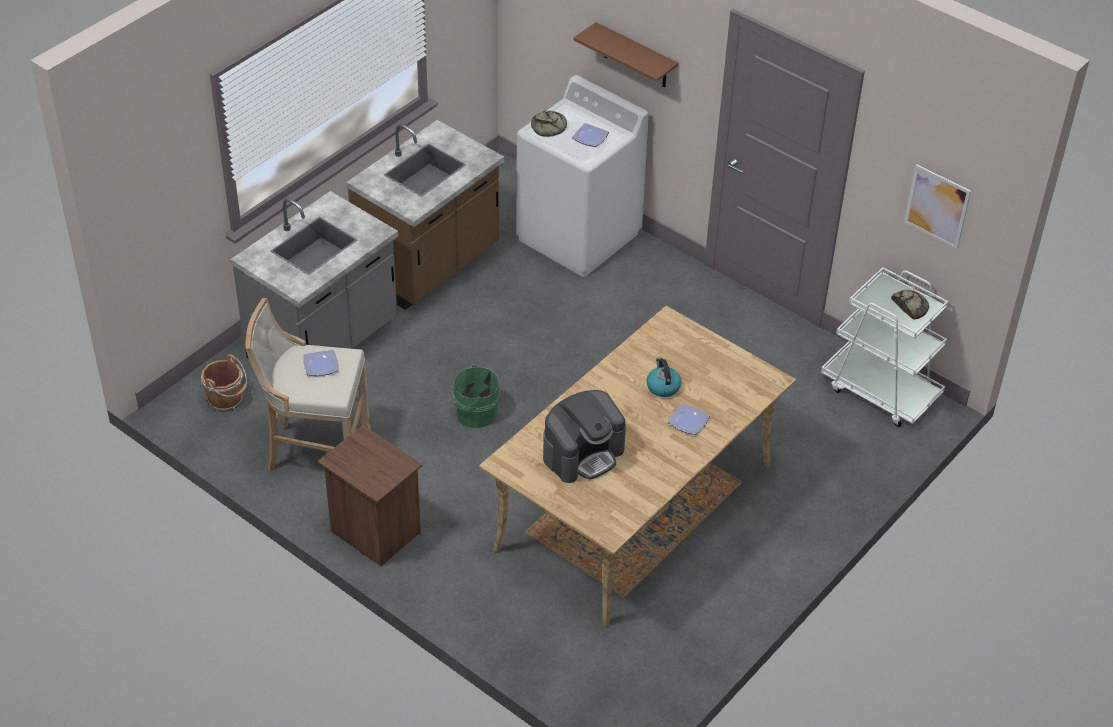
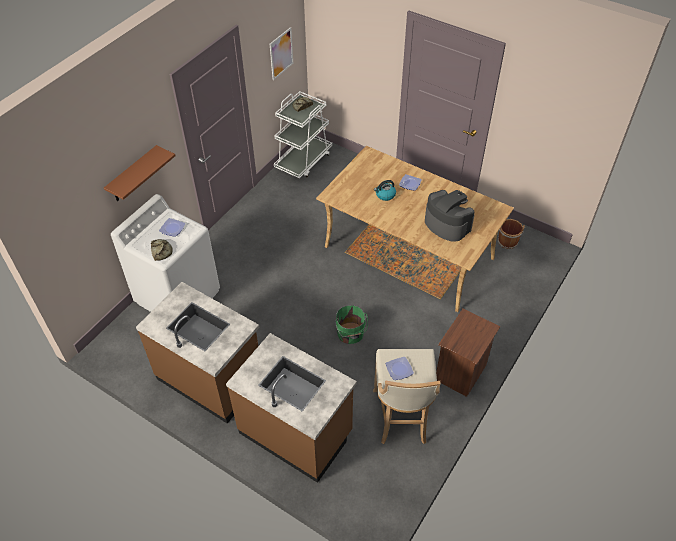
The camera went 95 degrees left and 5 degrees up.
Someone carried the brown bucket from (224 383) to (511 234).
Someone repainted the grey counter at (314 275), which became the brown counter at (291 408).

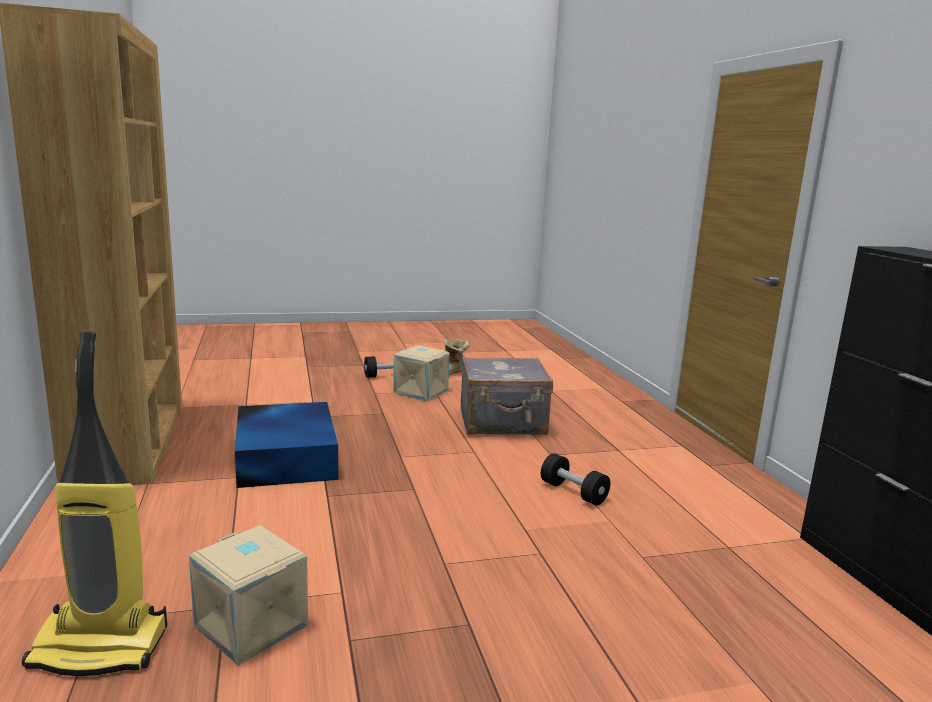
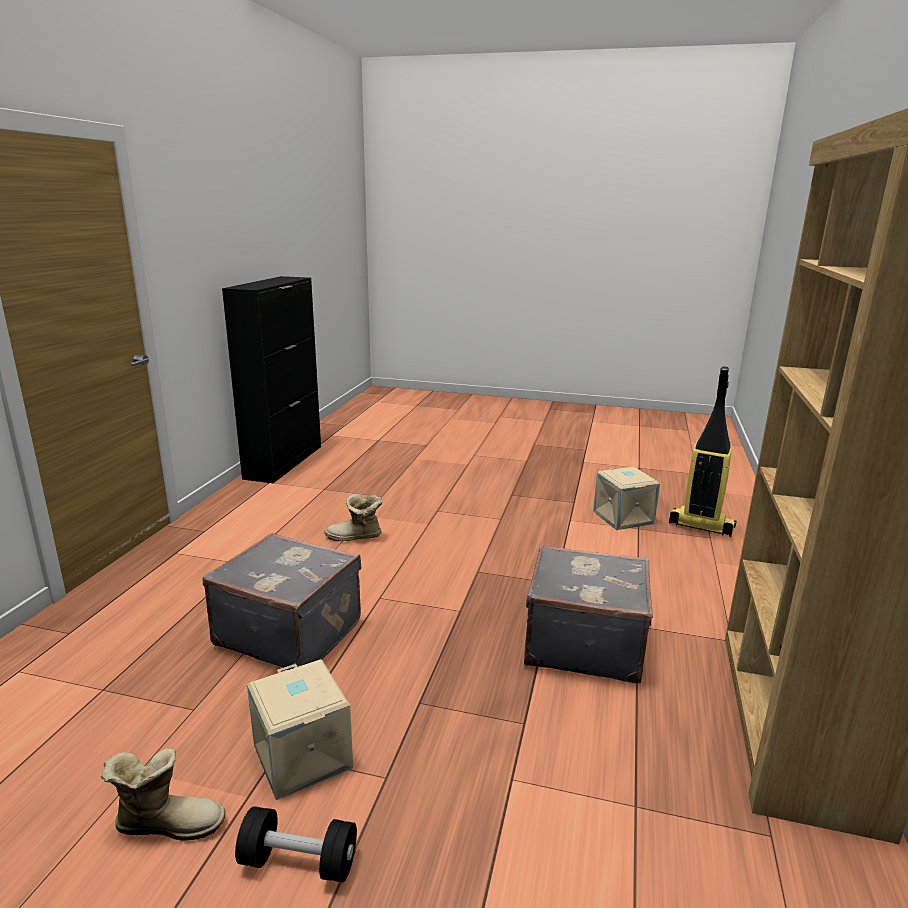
The camera went 150 degrees left and 5 degrees up.
Someone swapped the blue storage box at (286 445) for the grey suitcase at (588 614).
Someone swapped the black dumbbell at (575 479) for the boot at (353 517).

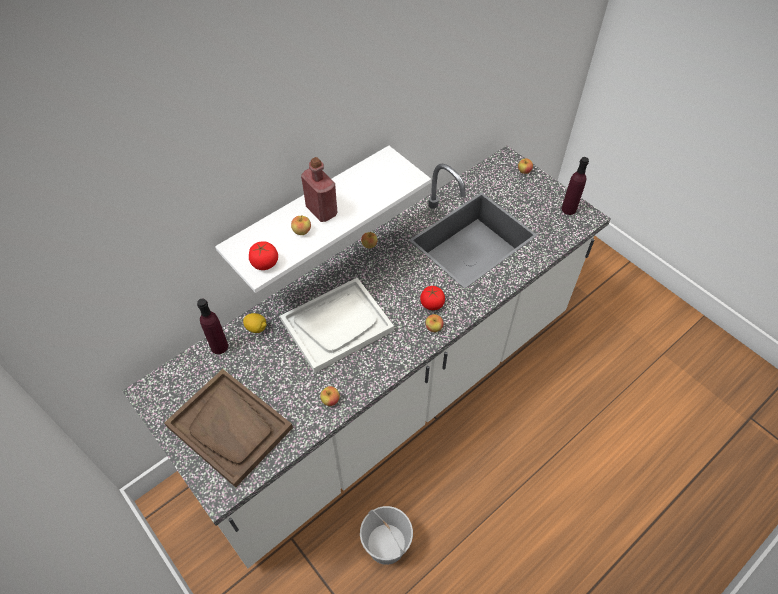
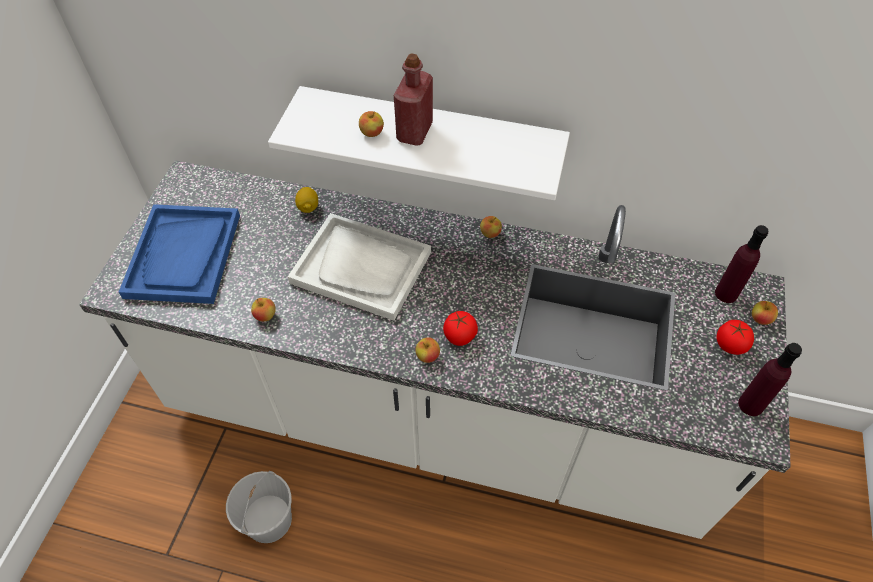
The camera went 55 degrees right and 0 degrees up.
Someone carried the purple bottle from (212 326) to (741 264).
Someone carried the tomato from (263 256) to (735 337).
Someone repainted the brown tray at (228 428), which became the blue tray at (179 254).

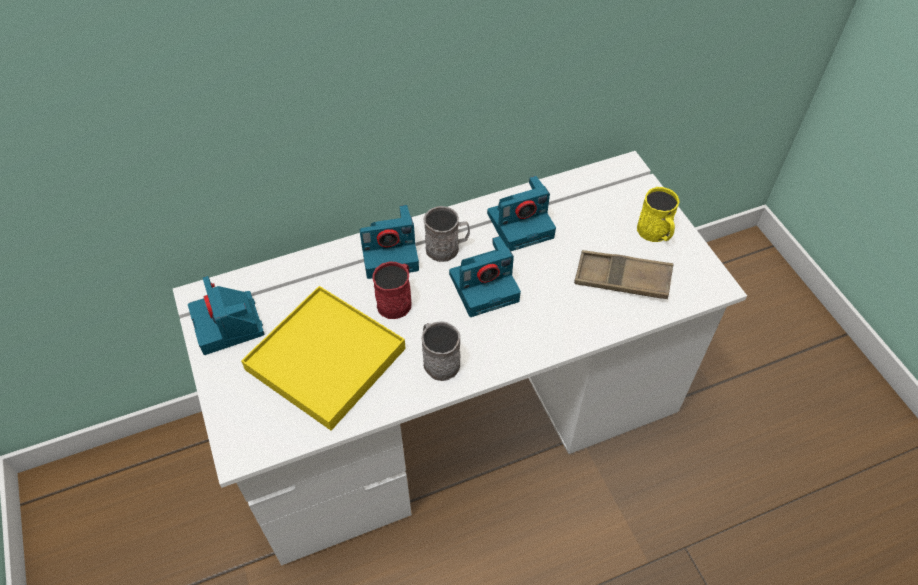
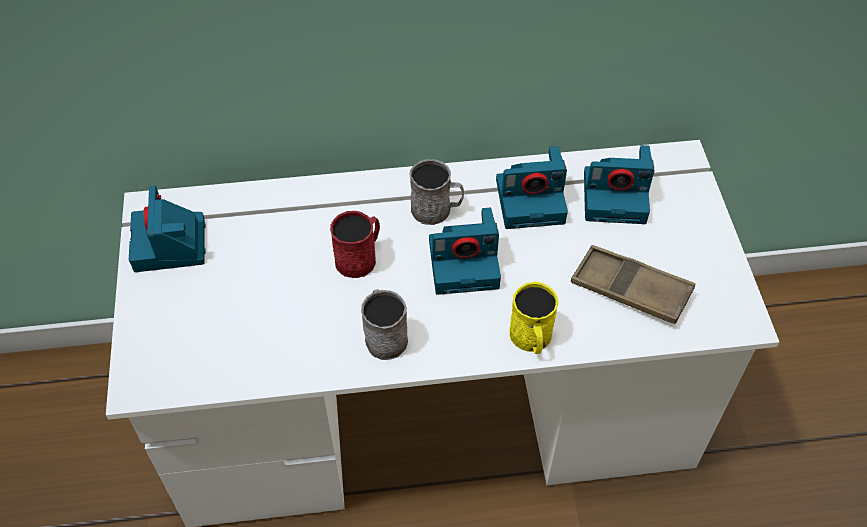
The camera went 15 degrees right and 0 degrees up.
Someone took away the yellow tray at (323 358).
Someone carried the photo camera from (389 242) to (619 184).
Someone carried the yellow mug from (658 214) to (533 318).

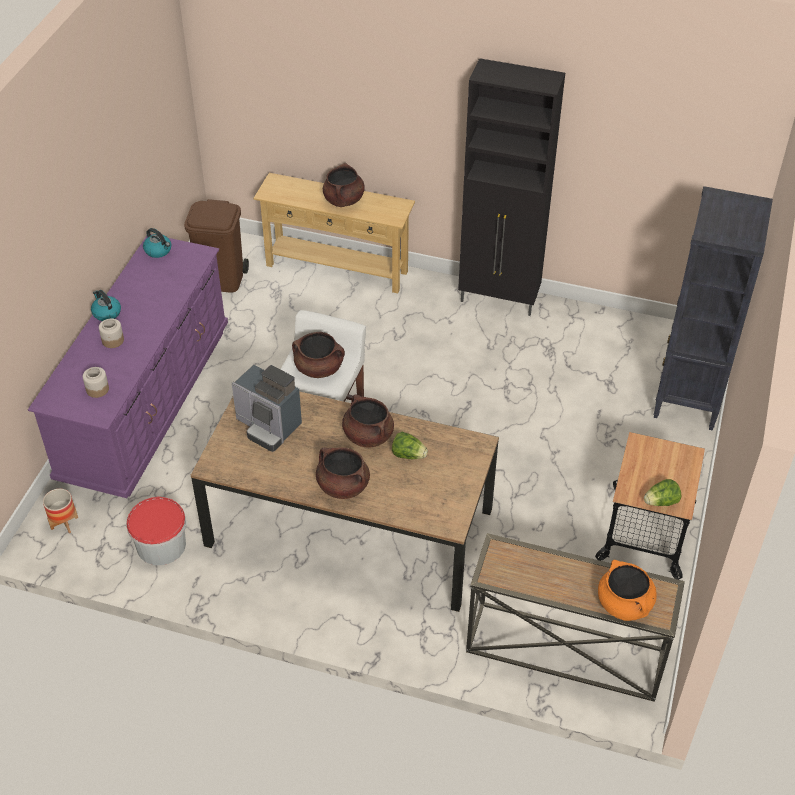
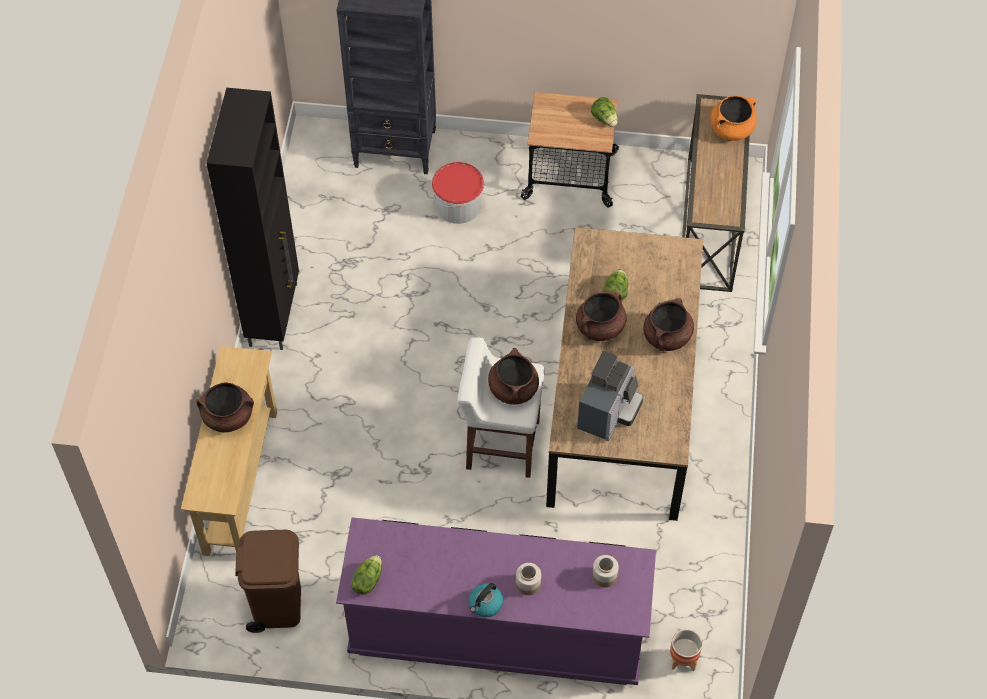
The camera went 100 degrees left and 10 degrees up.
Someone carried the bucket from (156 531) to (458 193).
Someone swapped the kettle at (157 243) for the lettuce at (366 575).

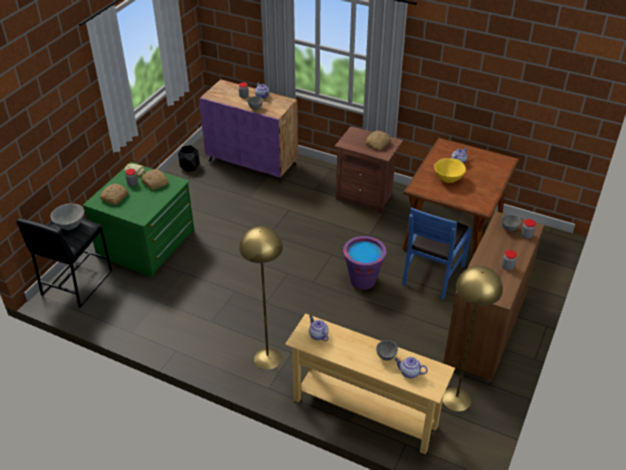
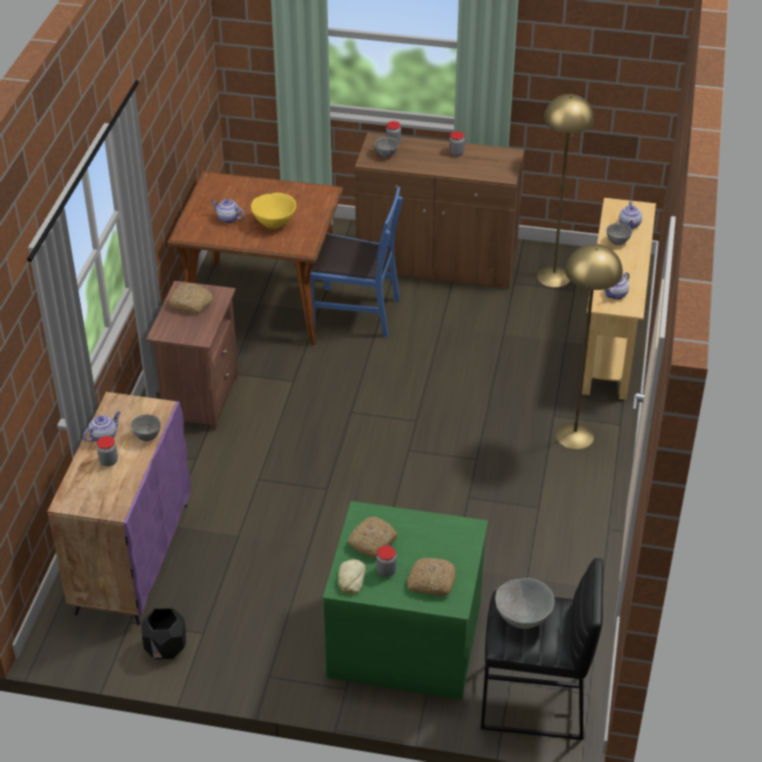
The camera went 105 degrees left and 0 degrees up.
Someone took away the purple bucket at (364 263).

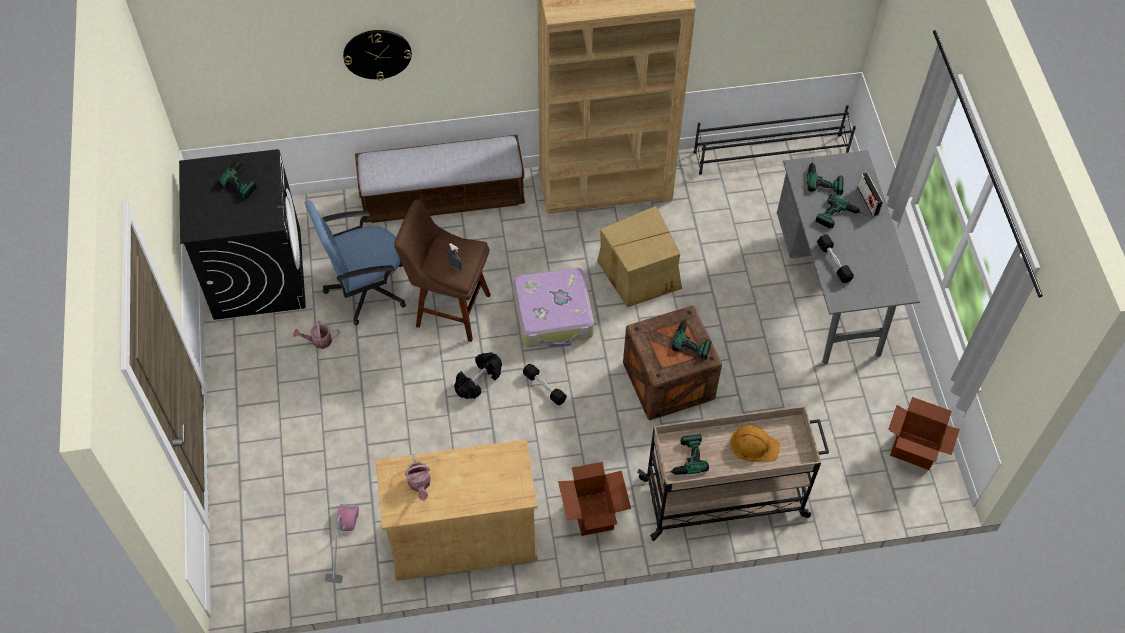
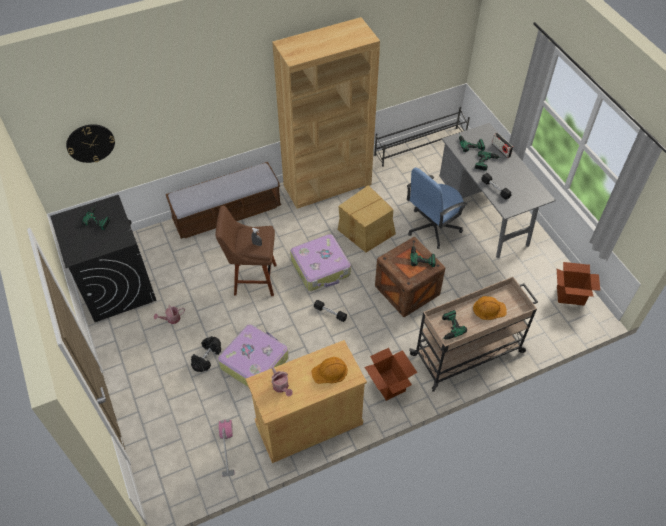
The camera went 15 degrees left and 5 degrees down.
Someone put down the suitcase at (253 355).
Someone put down the orange hard hat at (329 370).
Someone carried the blue office chair from (355 262) to (437 208).
Someone carried the wall clock from (377 55) to (90 143).
Someone carried the black dumbbell from (478 375) to (206 354).

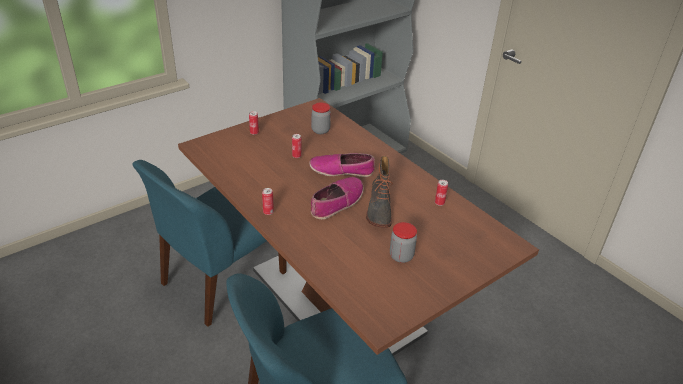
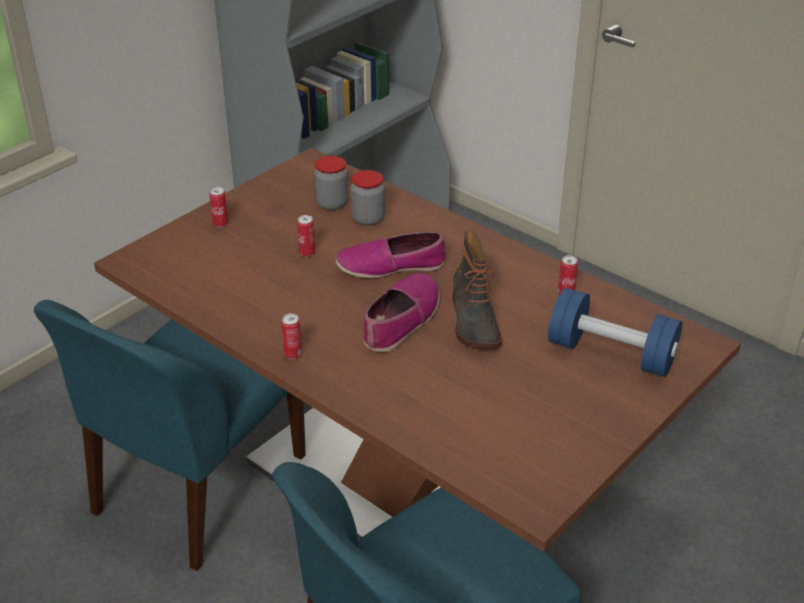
The camera went 10 degrees left and 0 degrees up.
Someone put down the blue dumbbell at (615 332).
Someone carried the jar from (403 242) to (368 198).

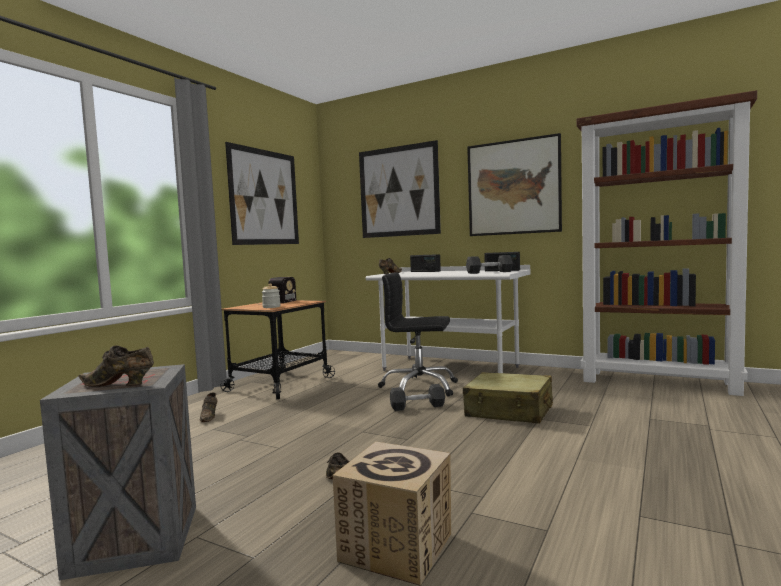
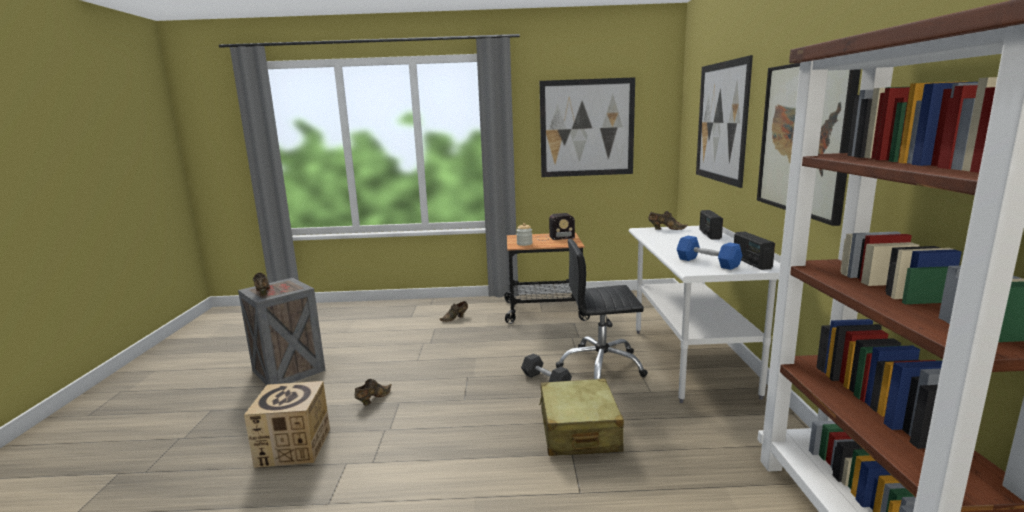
The camera went 60 degrees right and 10 degrees up.
Someone repainted the grey dumbbell at (489 264), which became the blue dumbbell at (709 253).
Someone rotated the black office chair at (418 334) by 75 degrees counterclockwise.

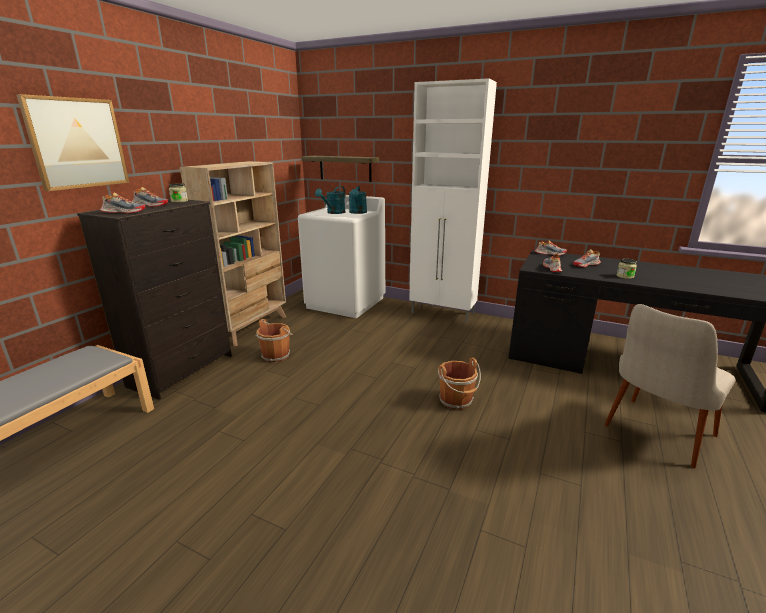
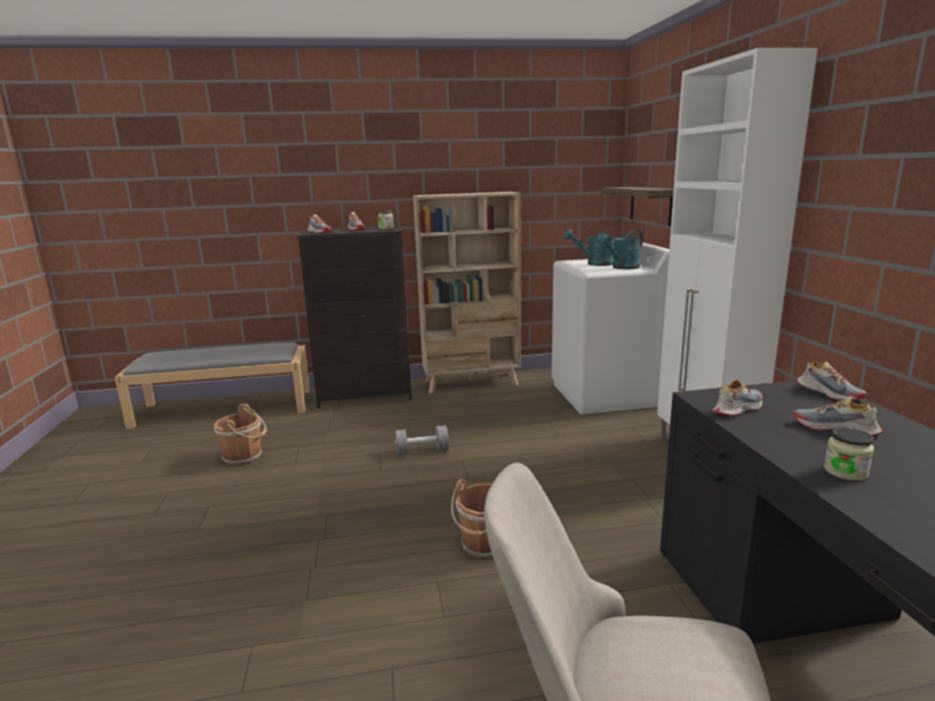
The camera went 55 degrees right and 5 degrees down.
Someone took away the picture at (72 142).
Someone put down the grey dumbbell at (422 440).
Someone carried the brown bucket from (274 340) to (240 435).

